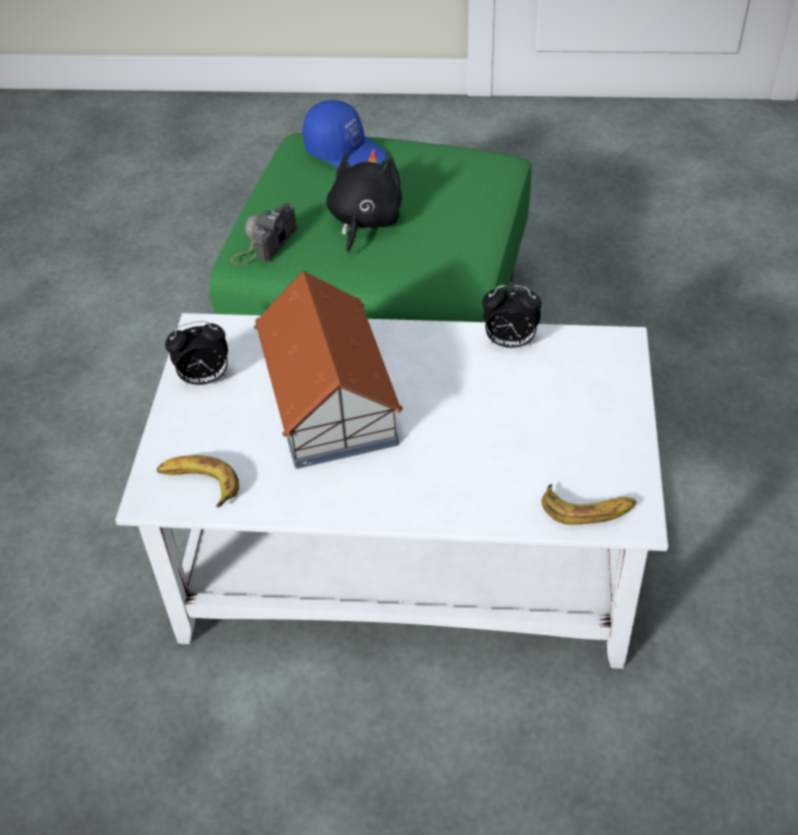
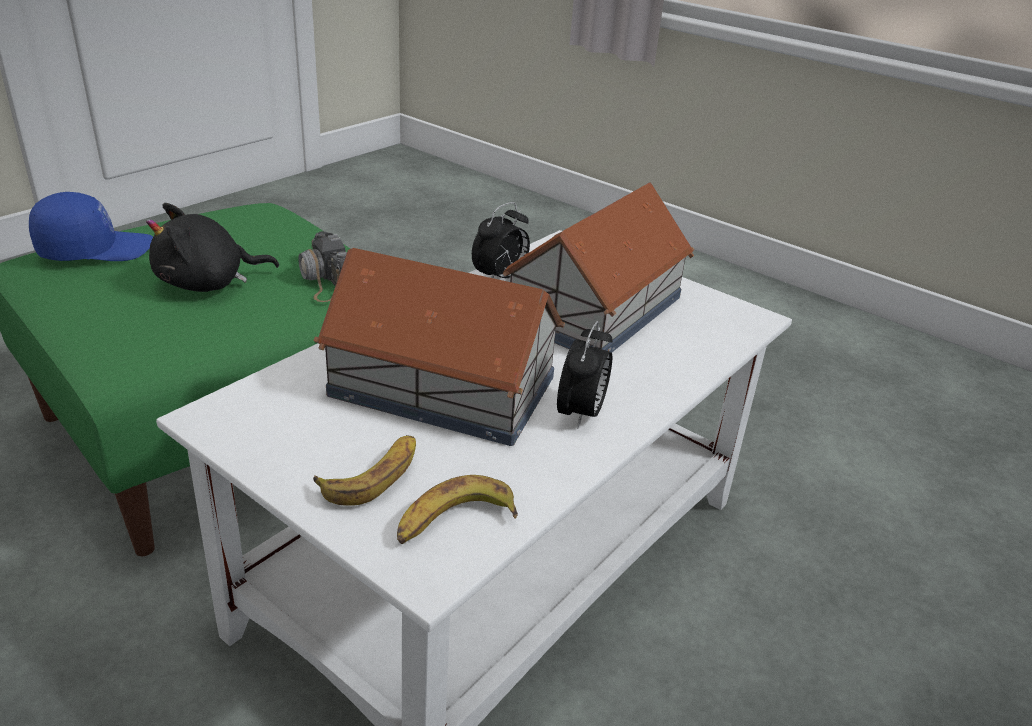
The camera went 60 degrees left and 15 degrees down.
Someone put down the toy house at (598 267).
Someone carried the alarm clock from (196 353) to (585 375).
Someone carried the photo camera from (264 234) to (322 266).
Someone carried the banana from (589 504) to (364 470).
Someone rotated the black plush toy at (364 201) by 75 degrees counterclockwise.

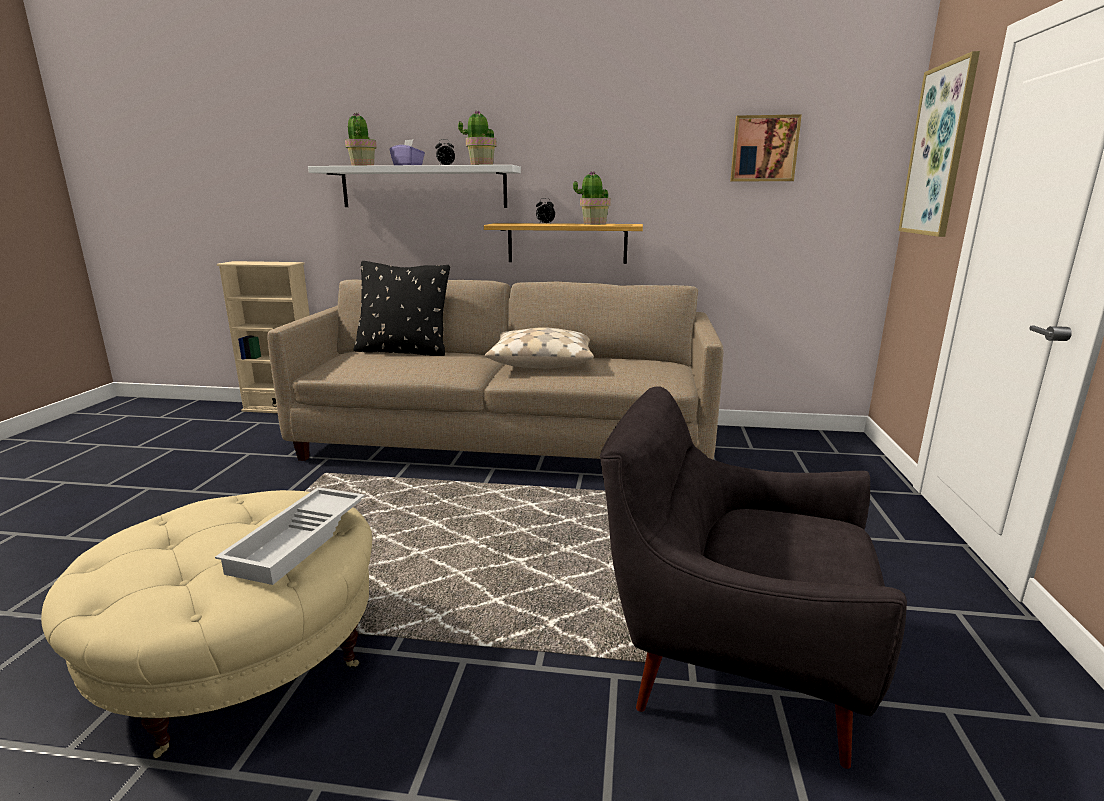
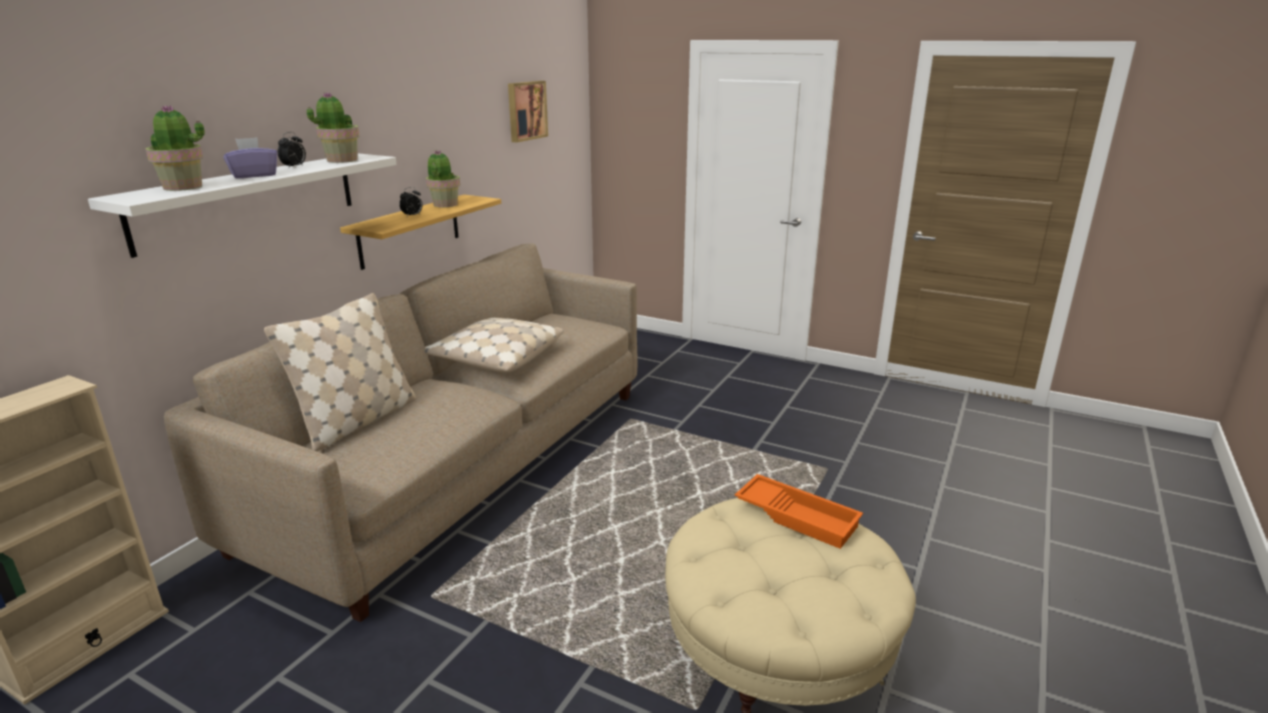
The camera went 70 degrees left and 5 degrees up.
Someone took away the grey armchair at (753 577).
Someone took away the picture at (939 144).
Someone repainted the white tray at (290 536), which became the orange tray at (799 511).
Someone repainted the black pillow at (401 308), which became the beige pillow at (340 372).

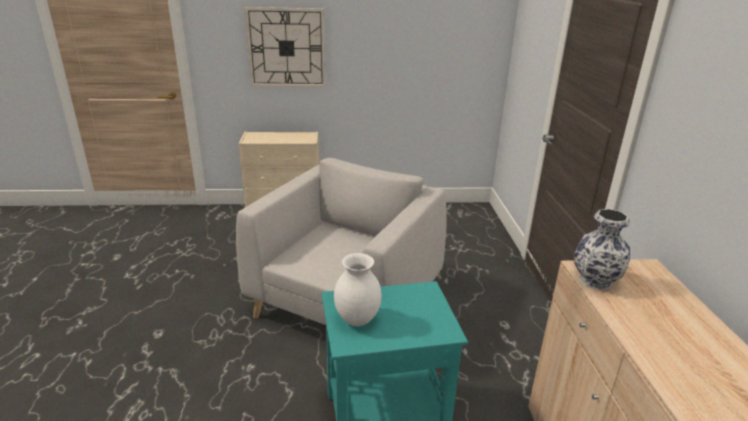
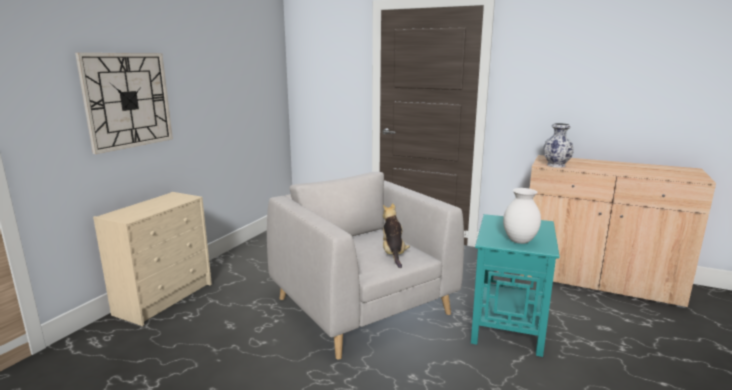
The camera went 60 degrees left and 10 degrees down.
Someone put down the plush toy at (396 235).

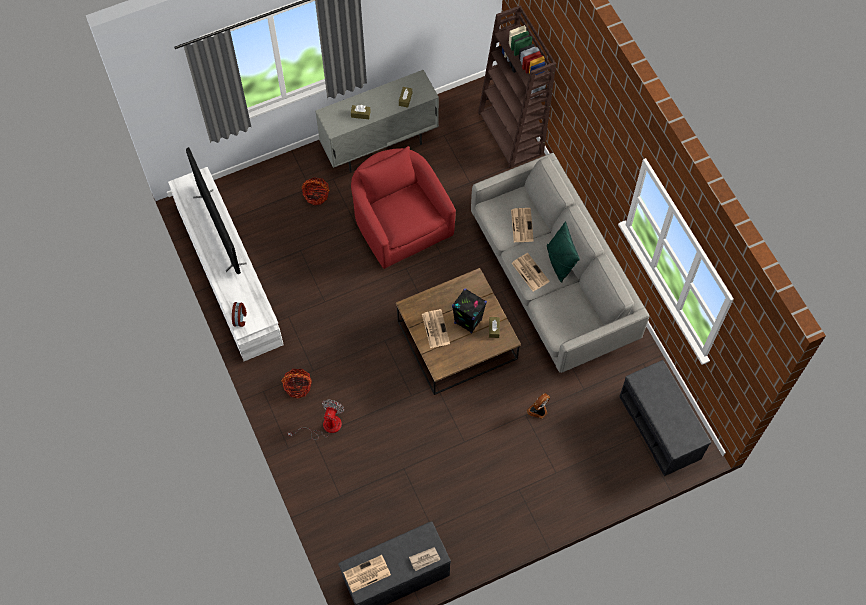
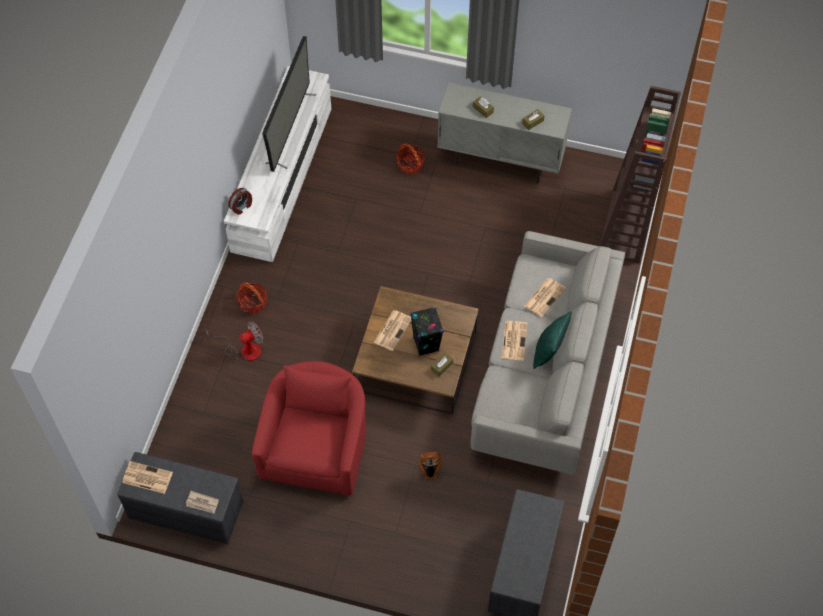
The camera went 40 degrees right and 5 degrees down.
Someone carried the red armchair from (403 207) to (309 428).

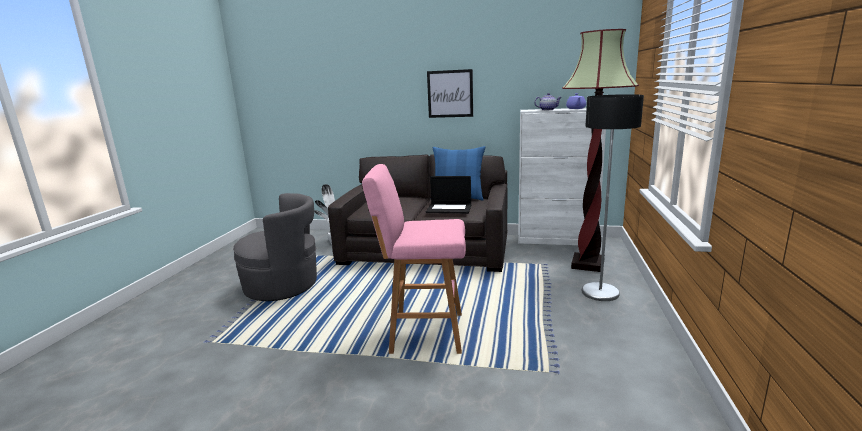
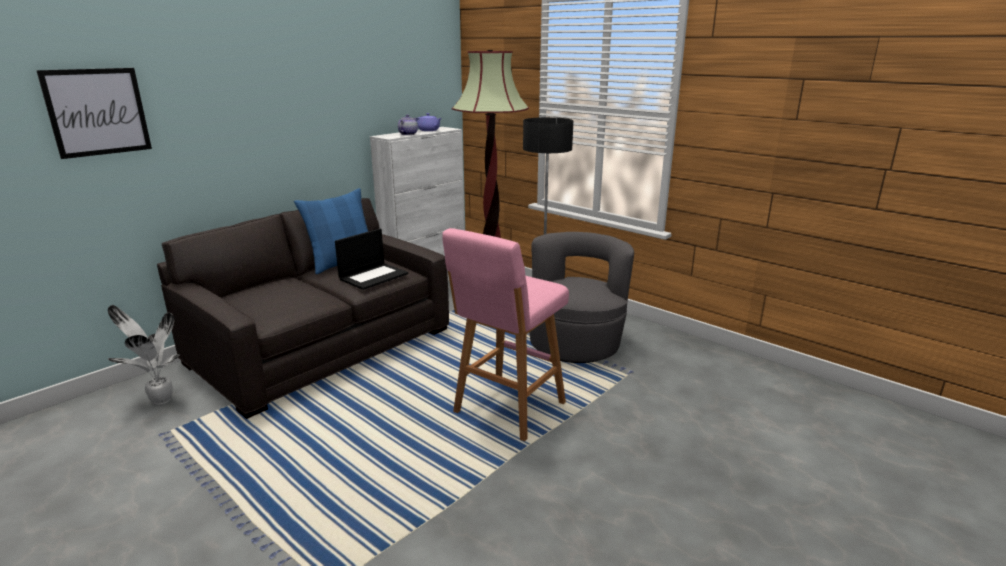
The camera went 60 degrees left and 5 degrees up.
Someone carried the grey armchair from (275 247) to (581 297).
Someone carried the picture from (450 93) to (94 113).

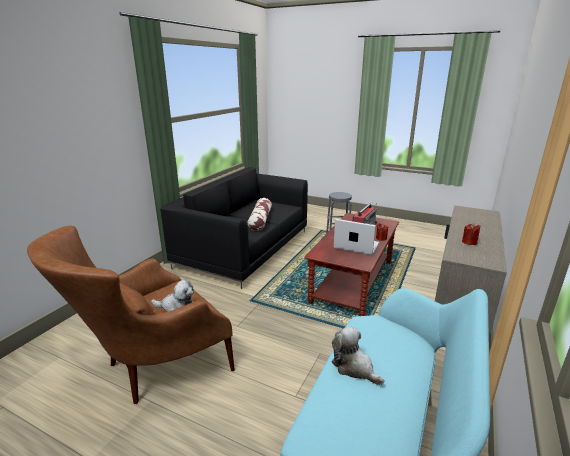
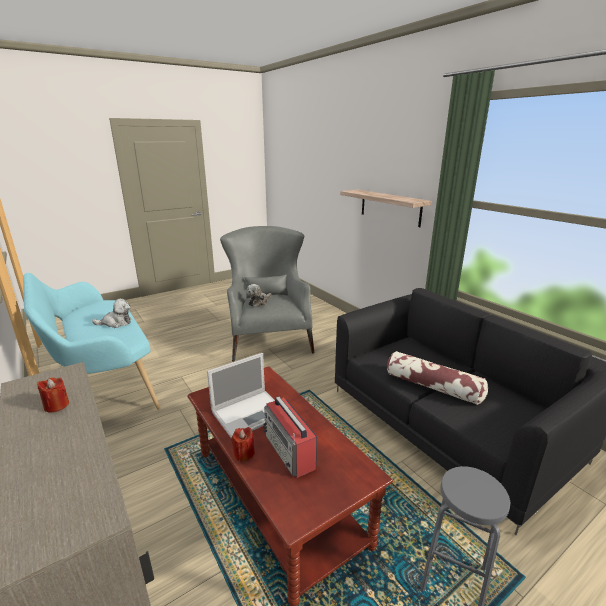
The camera went 120 degrees right and 0 degrees up.
Someone put up the shelf at (386 208).
Someone repainted the brown armchair at (131 314), which became the grey armchair at (267 294).

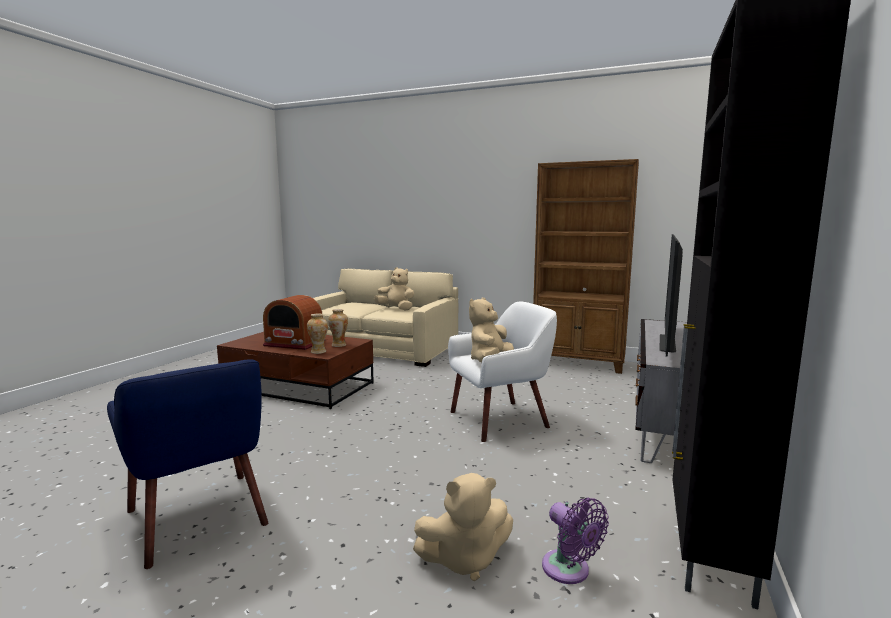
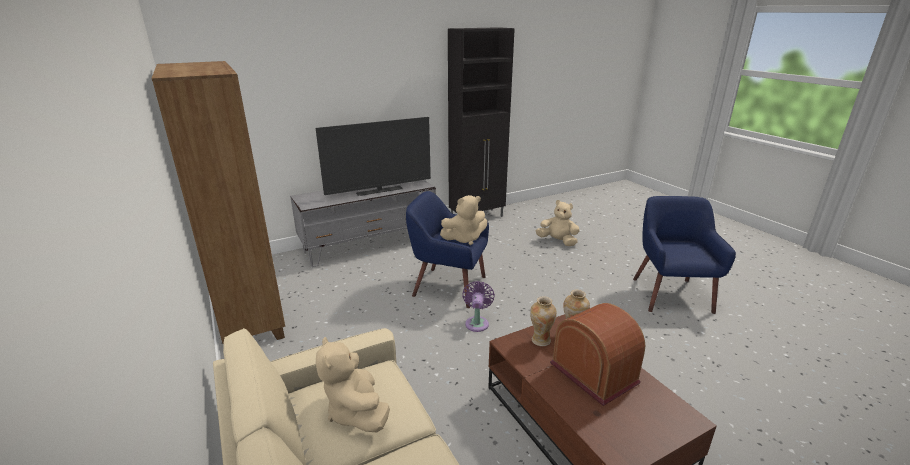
The camera went 140 degrees left and 15 degrees up.
Someone carried the purple fan from (575 541) to (478 306).
Someone repainted the white armchair at (502 371), which became the blue armchair at (447 249).

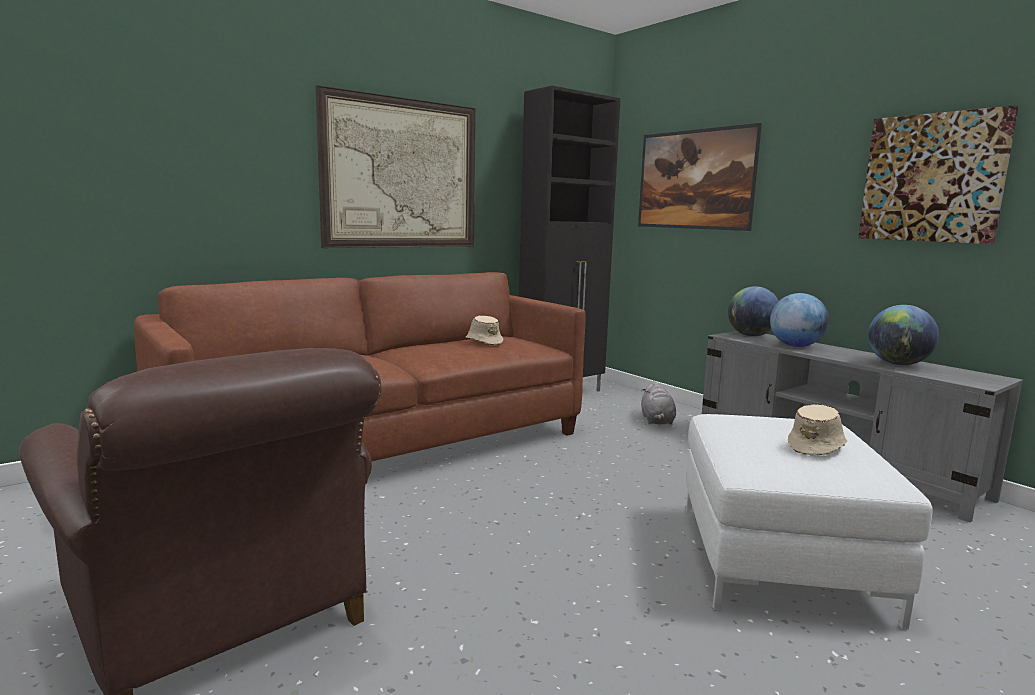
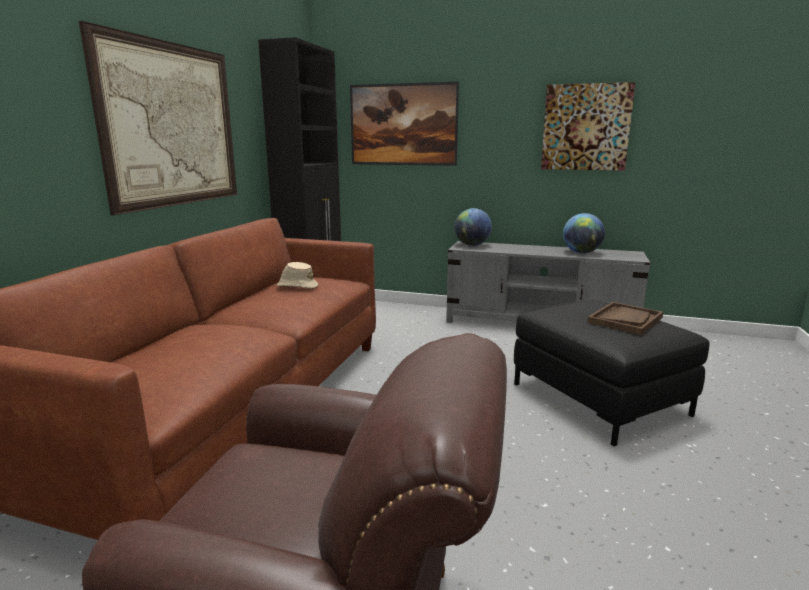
The camera went 35 degrees left and 5 degrees up.
Someone took away the grey plush toy at (658 403).
Someone took away the globe at (799 320).
Someone swapped the beige hat at (817 430) for the brown tray at (625 318).
Someone repainted the white ottoman at (809 522), which became the black ottoman at (612 373).

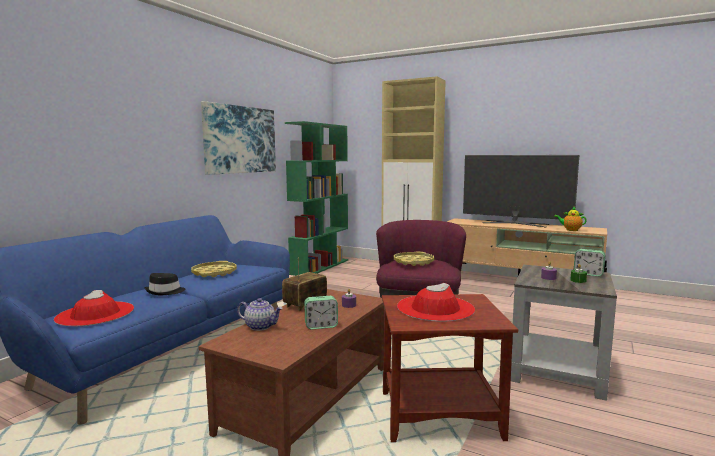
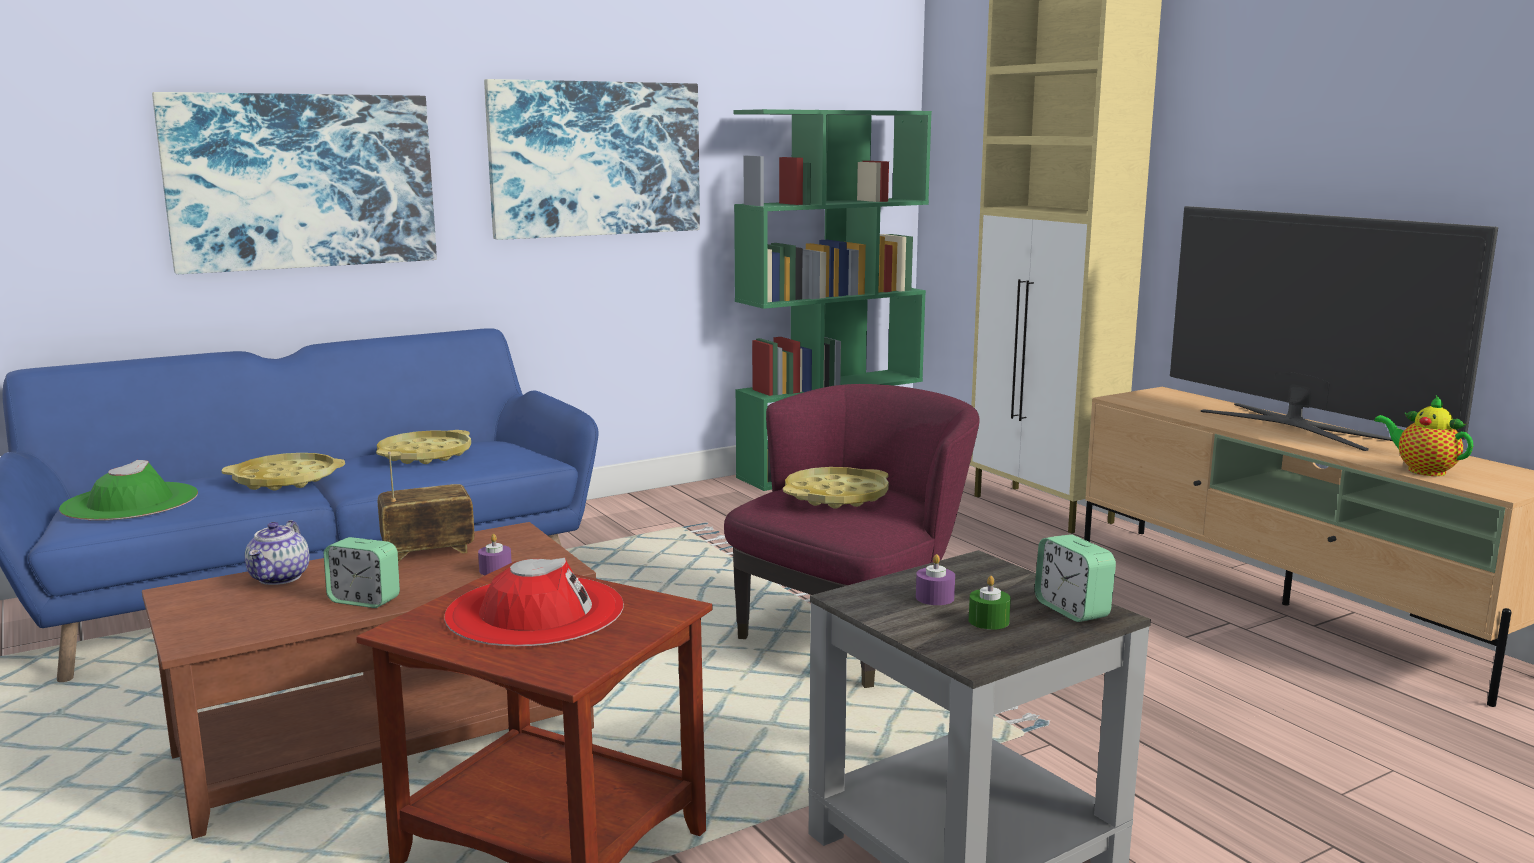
The camera went 30 degrees right and 5 degrees up.
Someone put up the picture at (294 183).
Someone swapped the black hat at (164 284) for the yellow tray at (283 472).
Someone repainted the red hat at (94 308), which became the green hat at (128 490).
Someone rotated the teapot at (260 314) by 45 degrees clockwise.

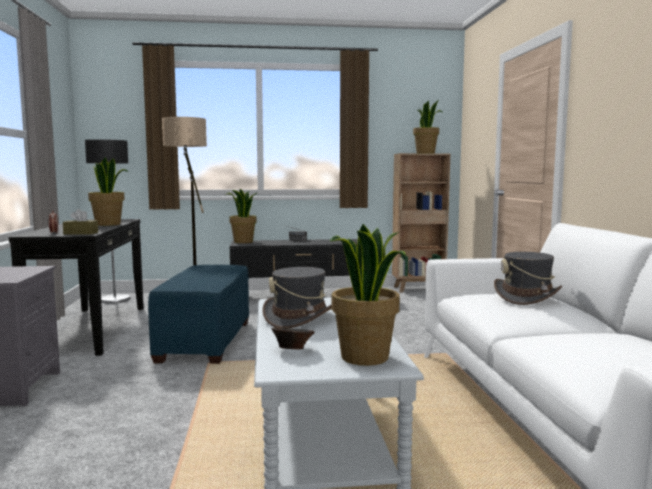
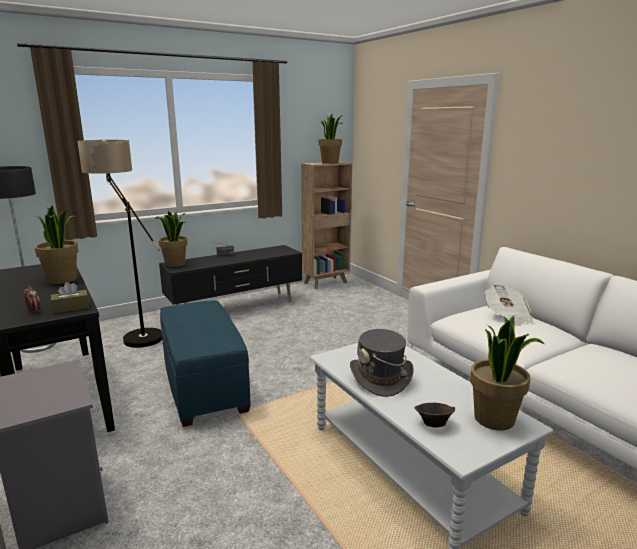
The camera went 25 degrees left and 10 degrees up.
Someone swapped the grey hat at (528 278) for the newspaper at (509 305).

